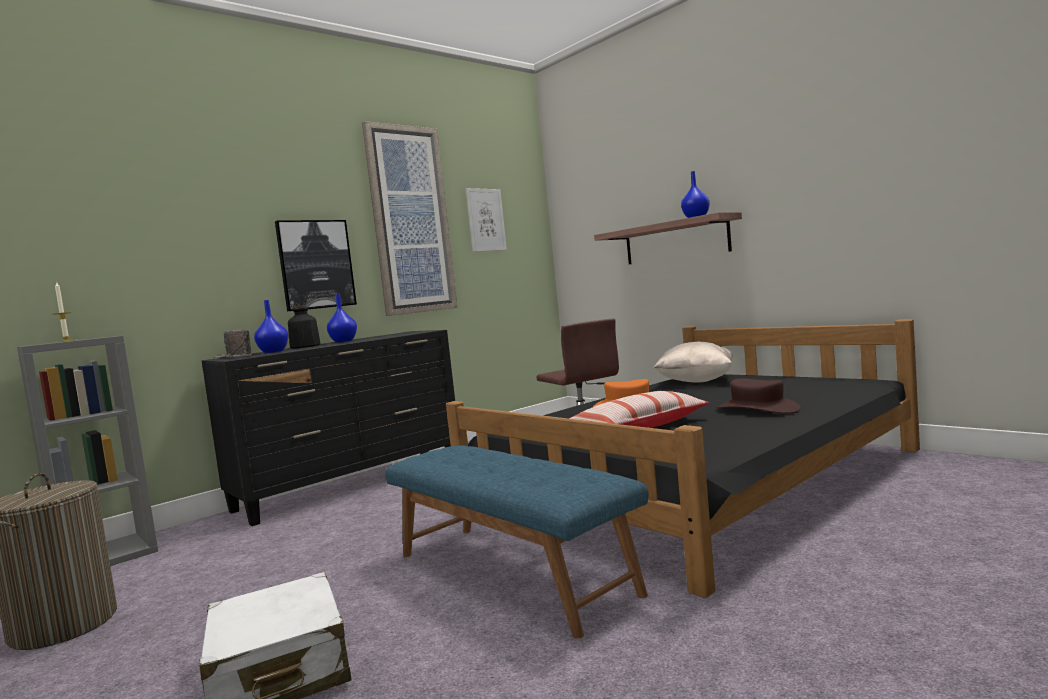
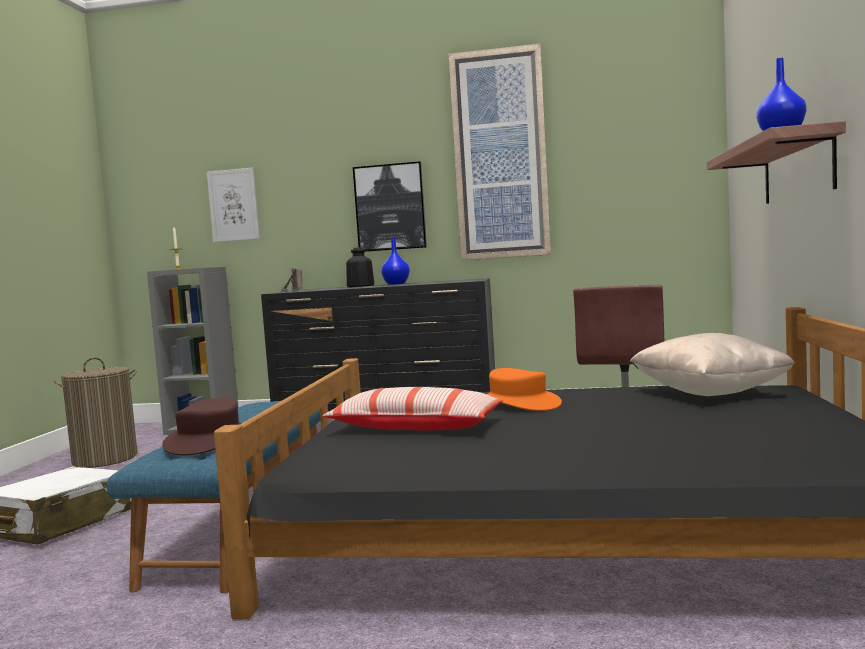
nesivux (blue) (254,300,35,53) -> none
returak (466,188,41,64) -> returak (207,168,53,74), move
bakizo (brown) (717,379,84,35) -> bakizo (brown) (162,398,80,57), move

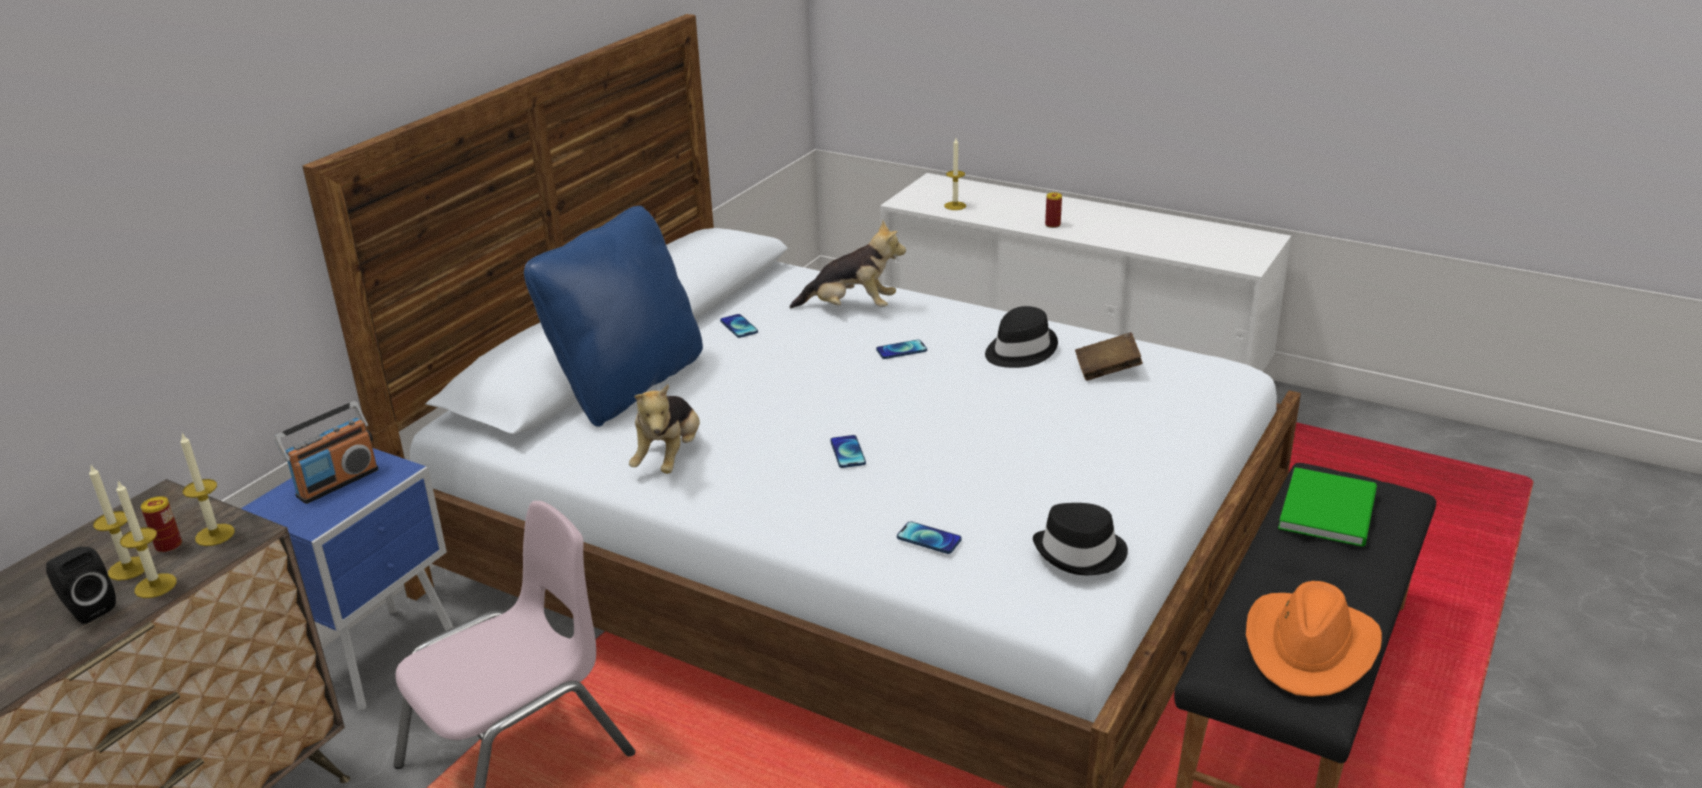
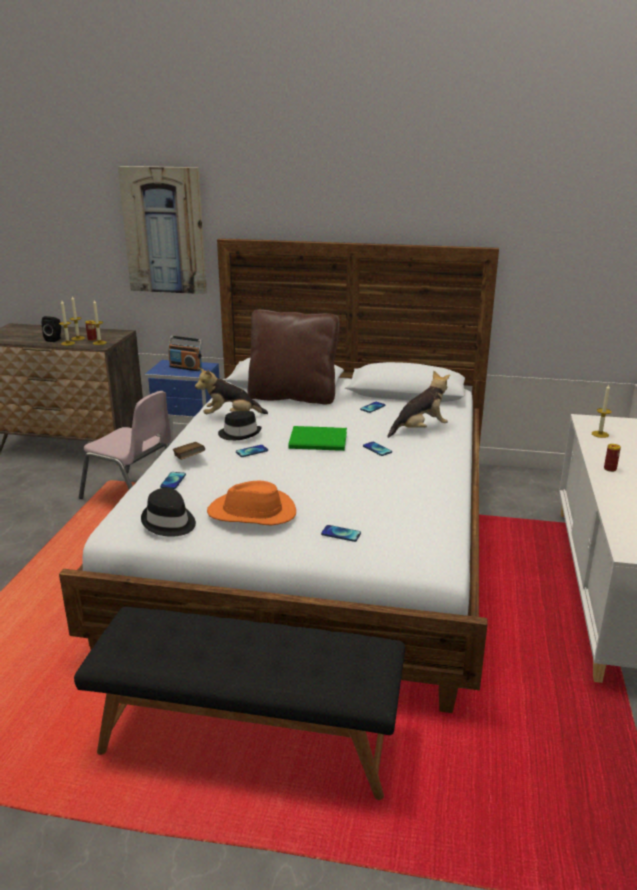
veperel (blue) (524,206,179,221) -> veperel (brown) (248,309,92,95)
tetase (790,220,116,88) -> tetase (387,371,63,67), 105 degrees counterclockwise
bakizo (black) (985,306,73,62) -> bakizo (black) (218,411,44,29), move
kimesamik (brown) (1075,332,68,49) -> kimesamik (brown) (172,442,33,18), move
bakizo (orange) (1246,581,136,116) -> bakizo (orange) (207,481,89,45), move
kimesamik (green) (1278,467,99,80) -> kimesamik (green) (288,426,59,25), move
none -> returak (118,166,89,128)
none -> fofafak (321,525,40,17)

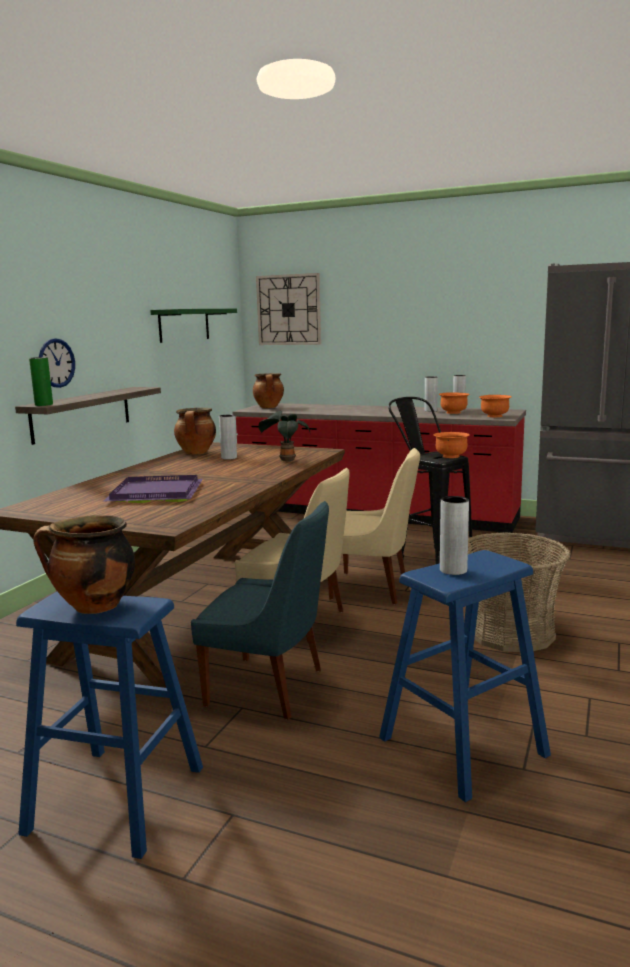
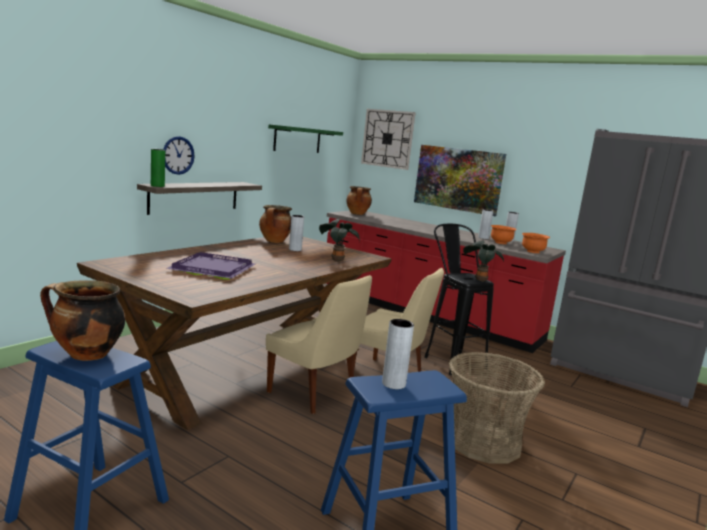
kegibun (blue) (191,501,138,219) -> none
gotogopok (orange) (433,432,37,26) -> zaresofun (463,241,41,41)
none -> returak (414,145,92,71)

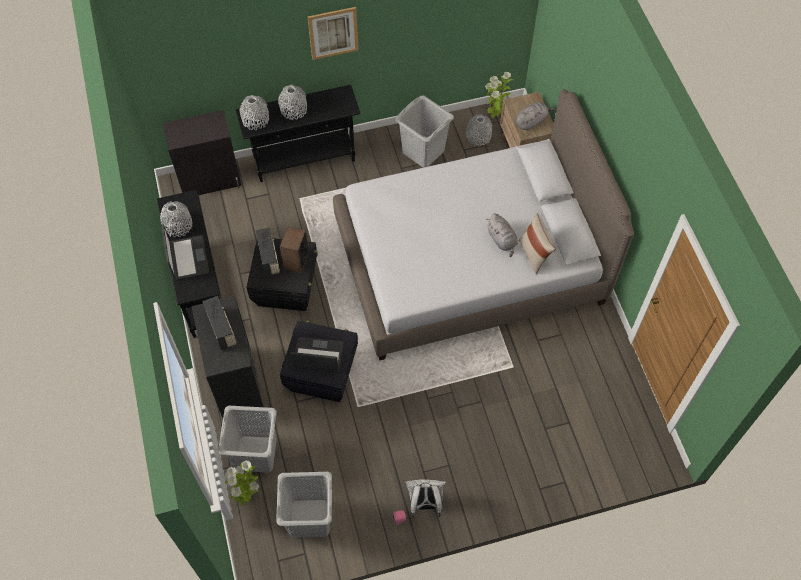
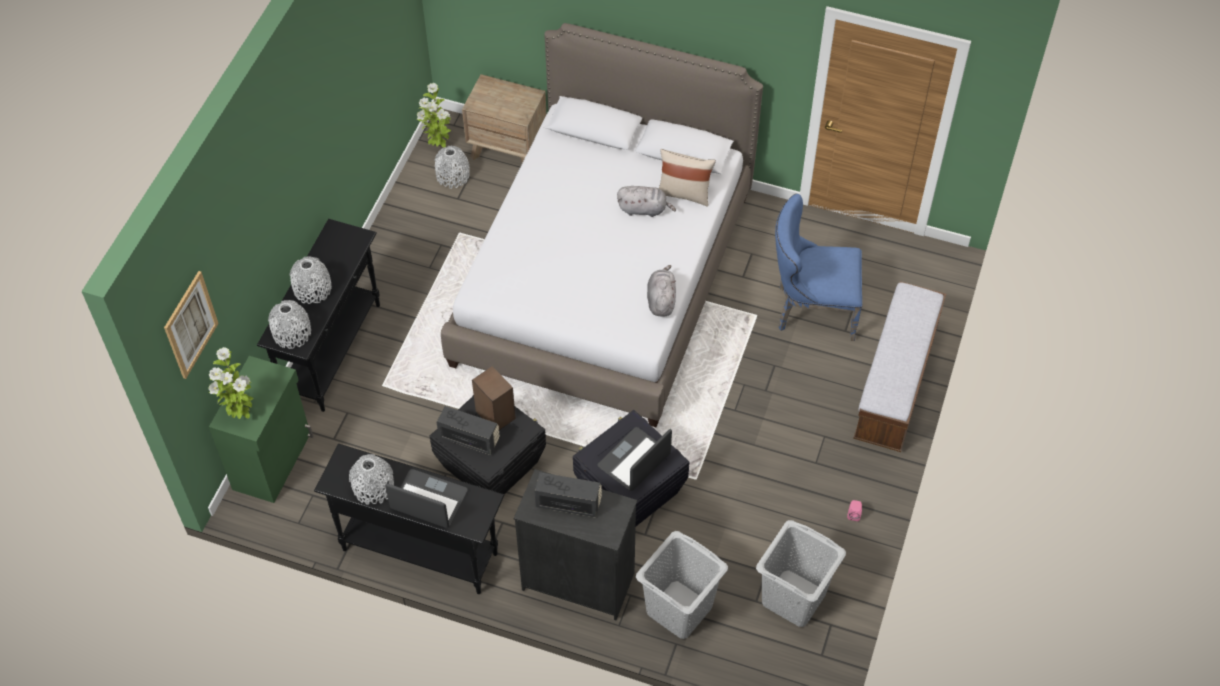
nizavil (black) (163,110,78,85) -> nizavil (green) (209,356,104,147)
zaresofun (224,460,35,46) -> zaresofun (208,347,46,72), move
returak (308,7,51,53) -> returak (164,271,55,108), move
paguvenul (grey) (395,95,59,73) -> none
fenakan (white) (405,479,41,38) -> none
tetase (grey) (515,102,40,29) -> tetase (grey) (647,265,29,52), move
none -> kegibun (blue) (775,194,87,147)
none -> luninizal (853,281,93,171)

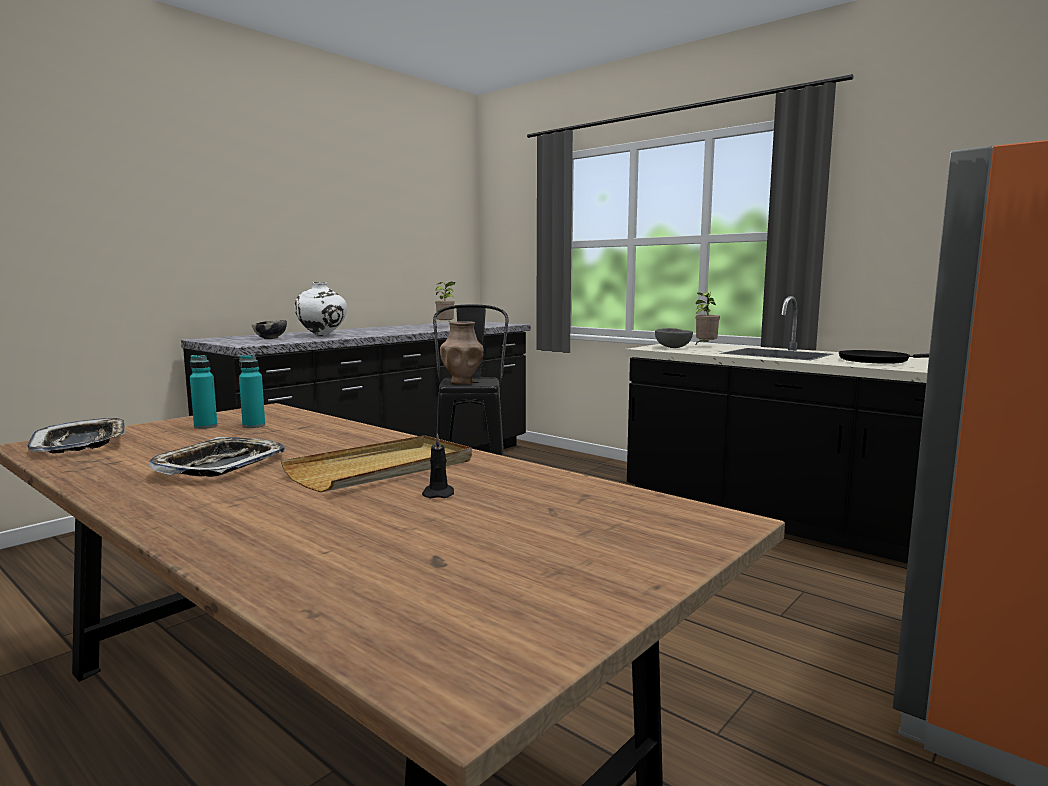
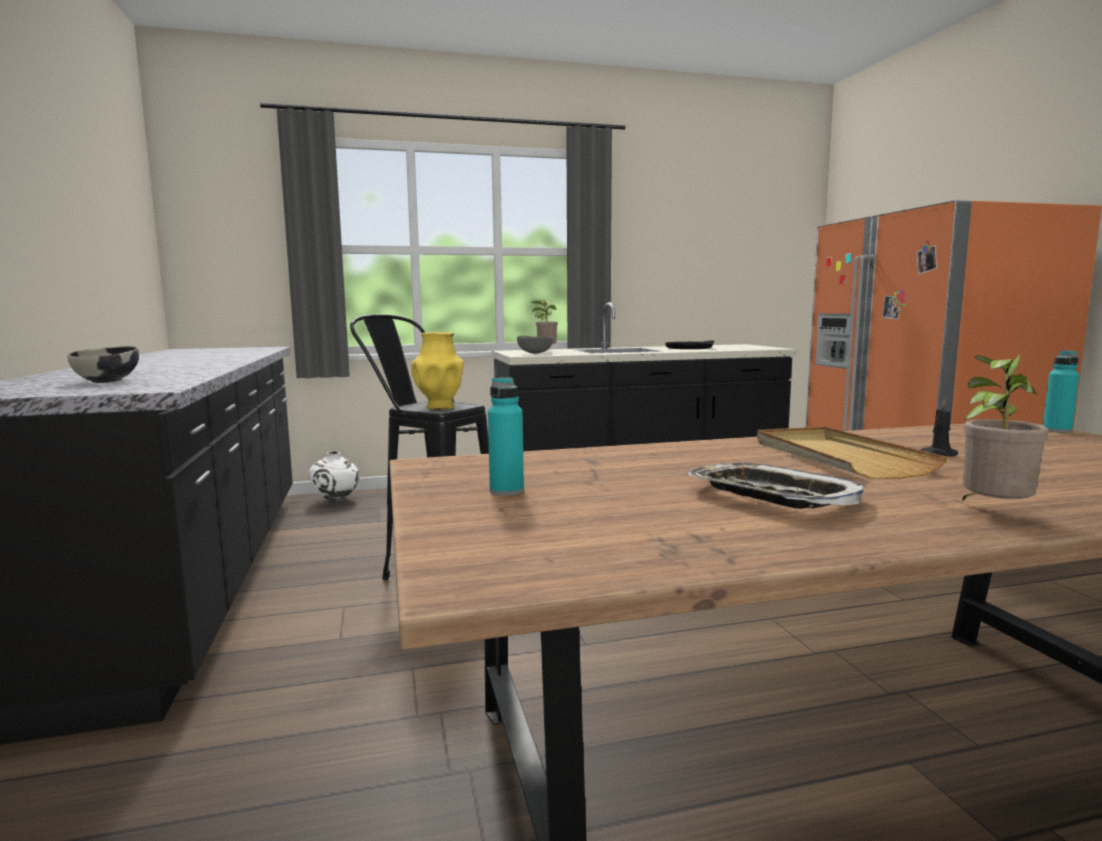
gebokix (28,418,97,35) -> none
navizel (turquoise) (239,355,26,73) -> navizel (turquoise) (1043,350,36,83), move
nesivux (white) (294,282,53,54) -> nesivux (white) (309,451,50,51), move
zaresofun (435,282,21,40) -> zaresofun (962,354,87,148), move
nesivux (brown) (440,321,44,64) -> nesivux (yellow) (411,332,53,78)

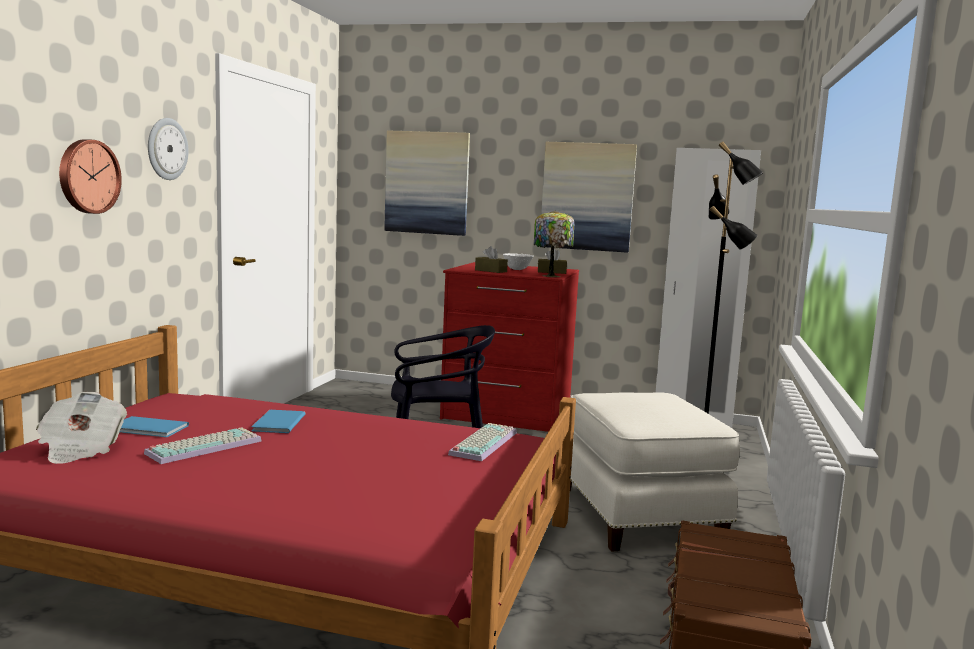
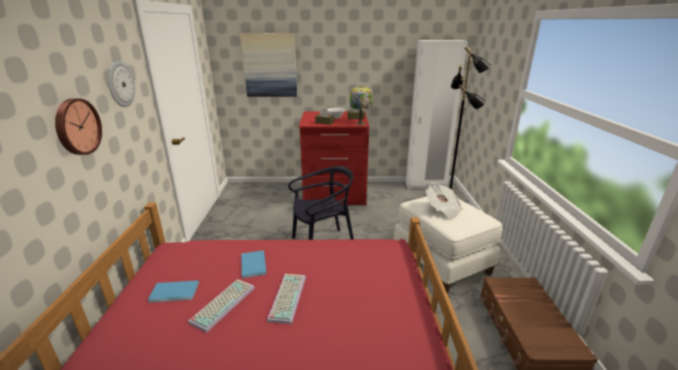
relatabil (36,392,91,72) -> relatabil (426,183,37,36), move
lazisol (448,423,69,38) -> lazisol (267,274,39,50), move
returak (541,142,96,111) -> none

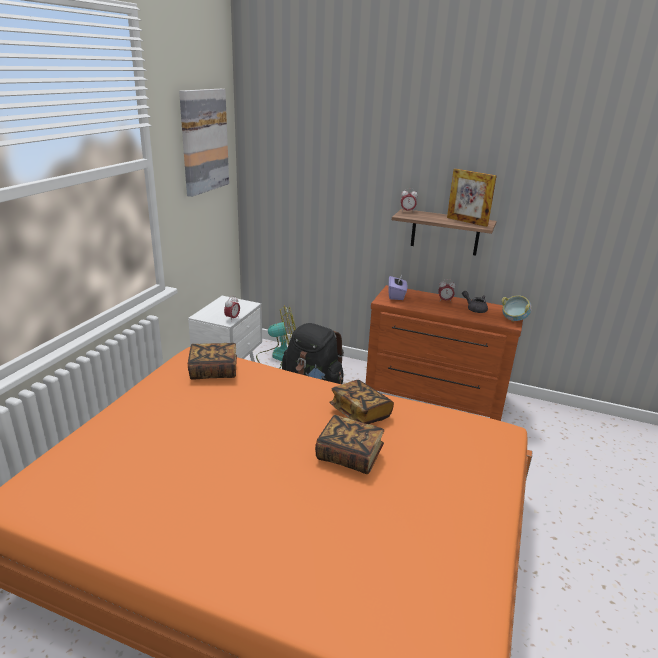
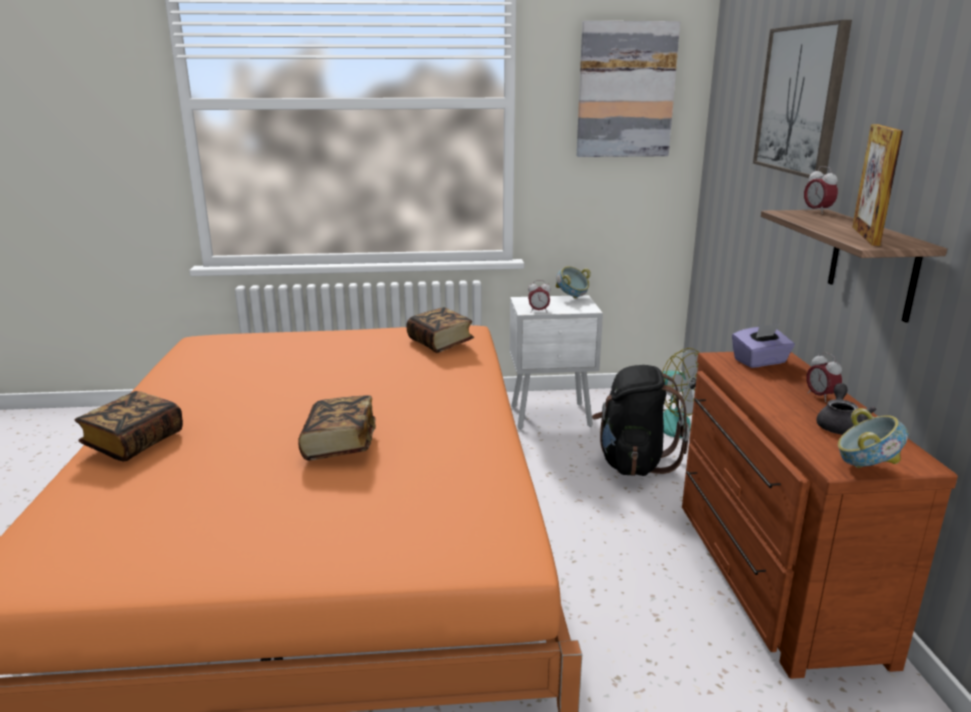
kimesamik (330,380,64,44) -> kimesamik (75,391,108,70), move
none -> gotogopok (556,266,35,33)
none -> returak (753,20,99,158)

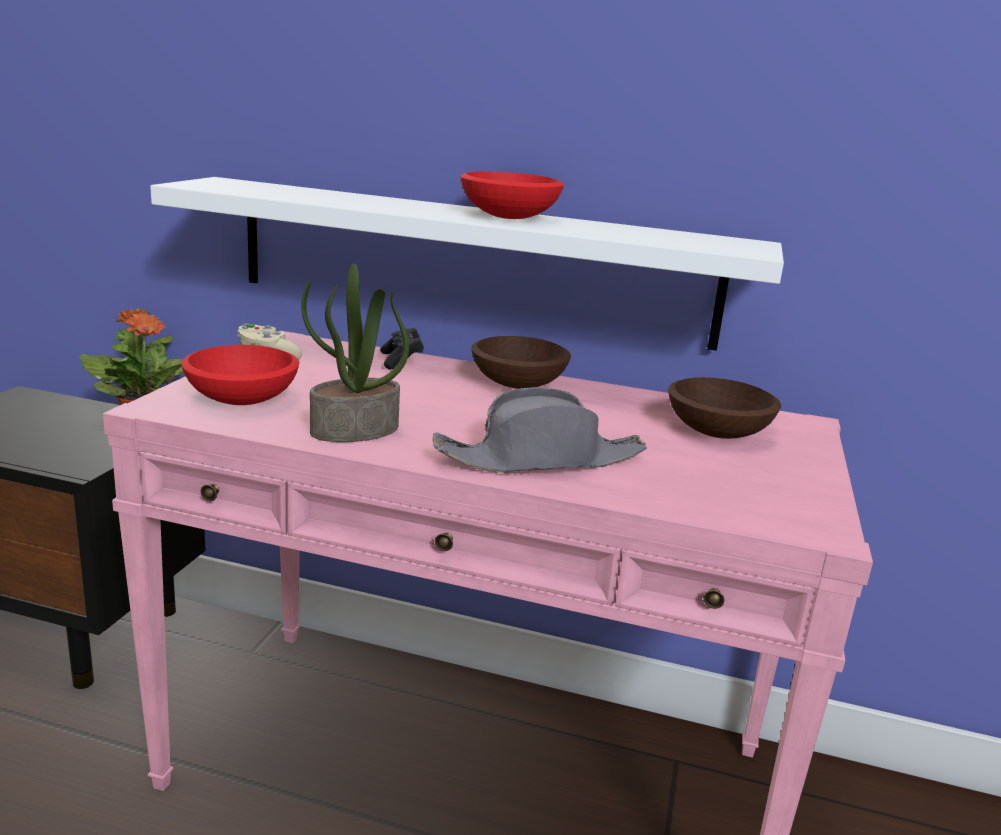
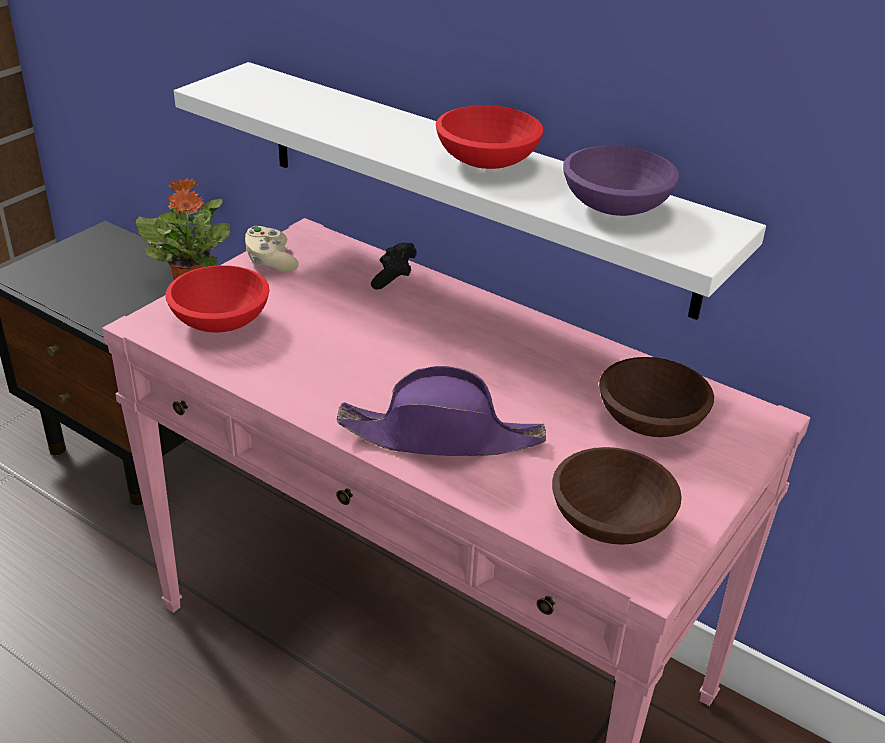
zaresofun (301,264,108,178) -> none
bakizo (grey) (432,387,215,86) -> bakizo (purple) (337,366,209,90)
gotogopok (brown) (471,336,100,53) -> gotogopok (brown) (552,447,130,98), move
none -> gotogopok (purple) (563,146,117,70)

